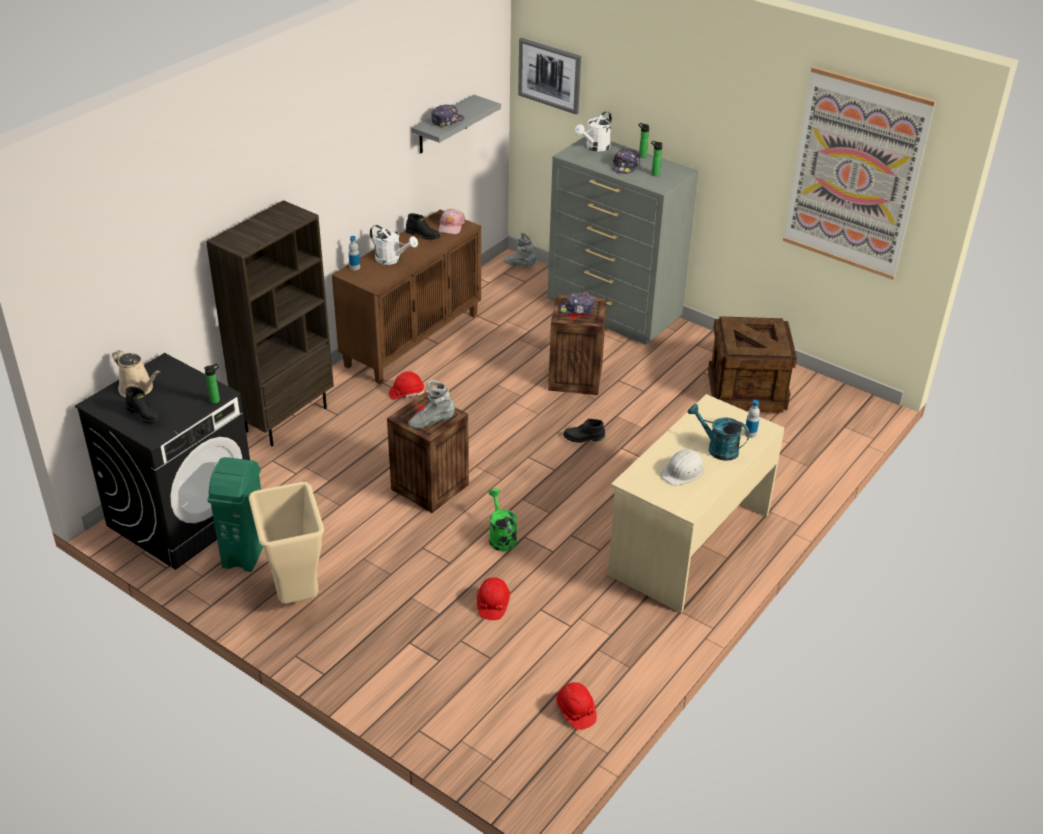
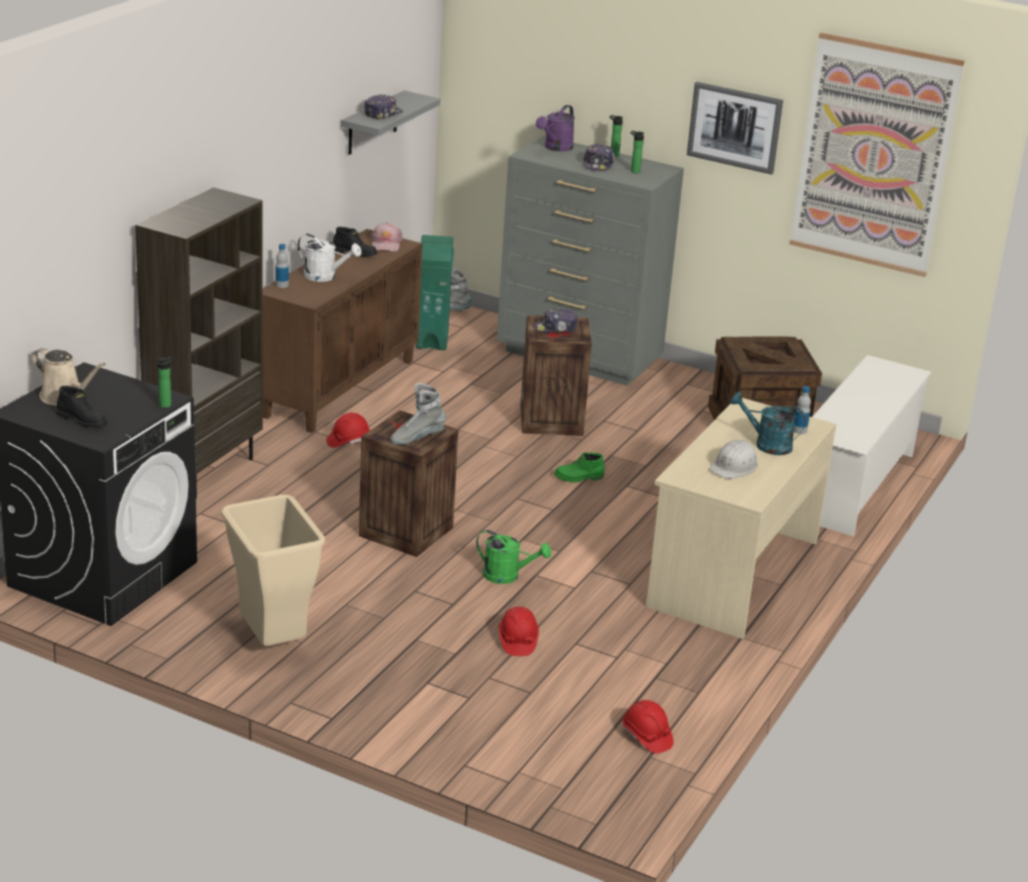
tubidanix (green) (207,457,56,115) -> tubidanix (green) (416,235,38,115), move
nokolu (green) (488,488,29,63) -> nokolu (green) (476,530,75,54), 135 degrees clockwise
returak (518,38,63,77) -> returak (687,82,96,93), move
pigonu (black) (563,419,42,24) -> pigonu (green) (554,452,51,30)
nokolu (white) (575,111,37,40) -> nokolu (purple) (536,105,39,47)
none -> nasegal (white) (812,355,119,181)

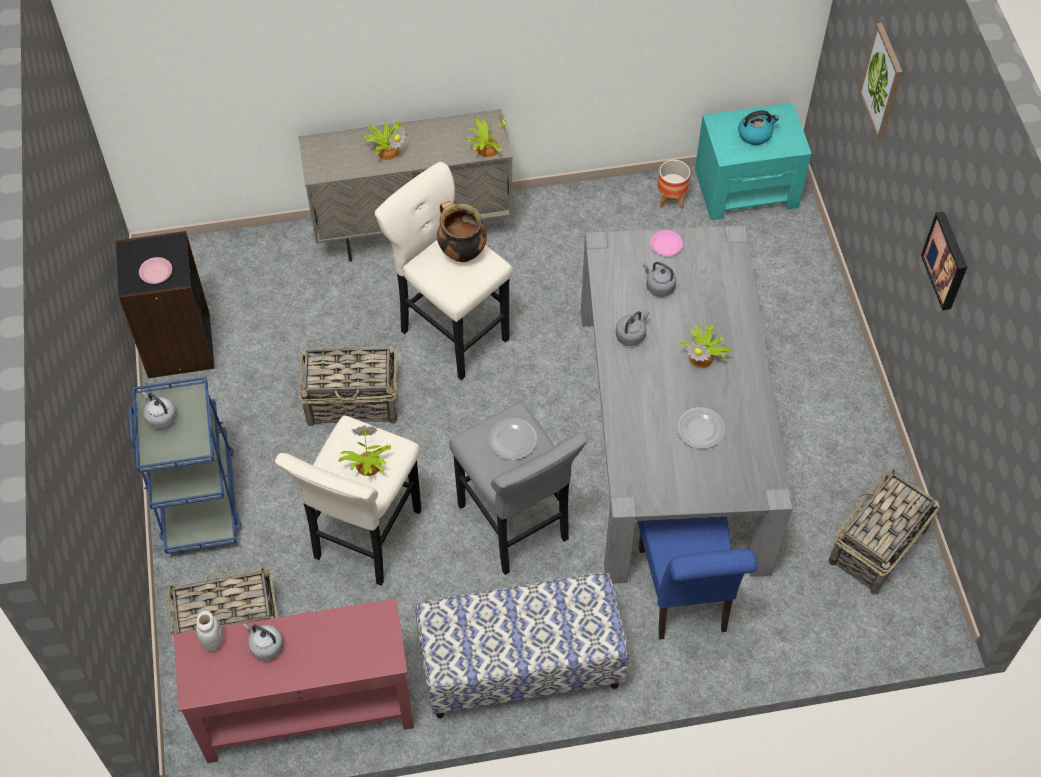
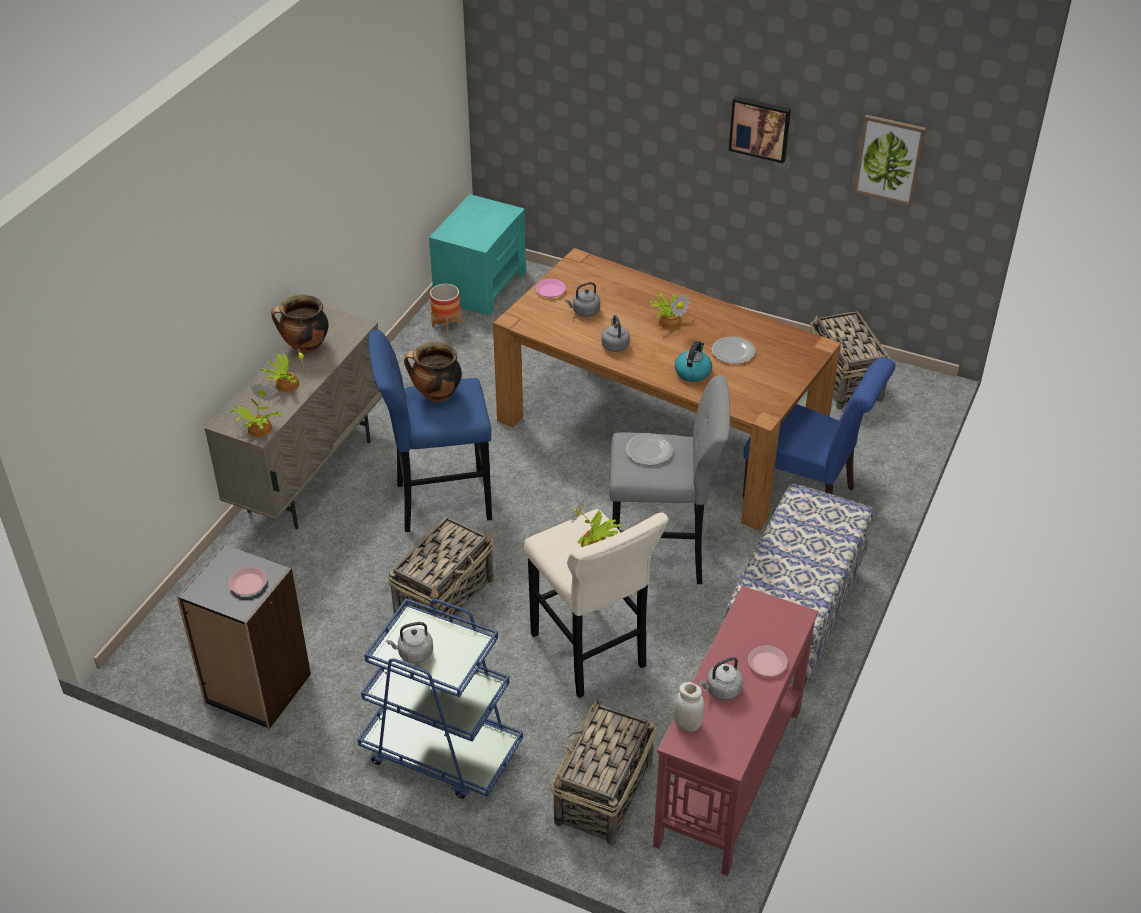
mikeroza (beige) (375,162,138,218) -> mikeroza (blue) (369,330,123,202)
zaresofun (465,114,41,43) -> zaresofun (230,384,52,53), move
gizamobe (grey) (581,225,211,359) -> gizamobe (brown) (493,248,348,283)
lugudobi (738,110,41,35) -> lugudobi (675,341,37,41), move
returak (859,23,44,116) -> returak (854,115,72,91), move
none -> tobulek (271,294,57,59)
none -> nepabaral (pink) (748,645,40,31)

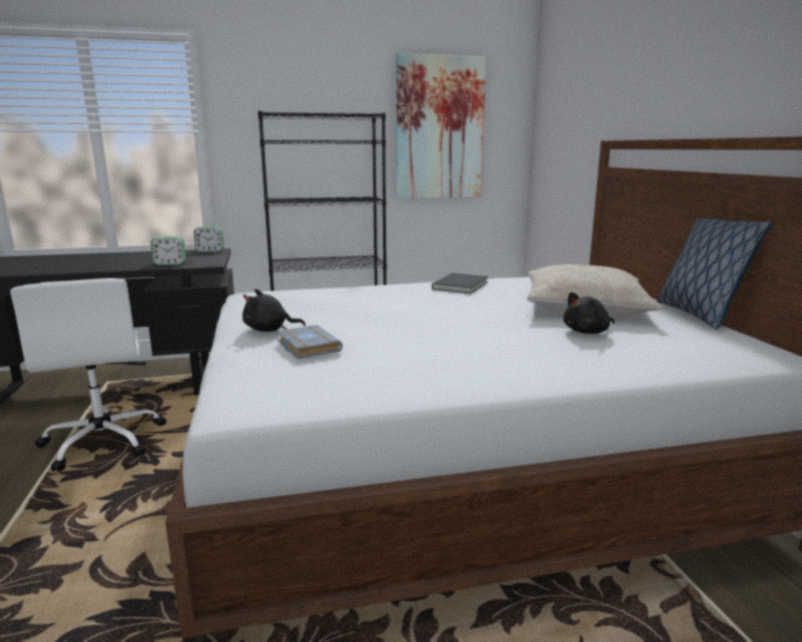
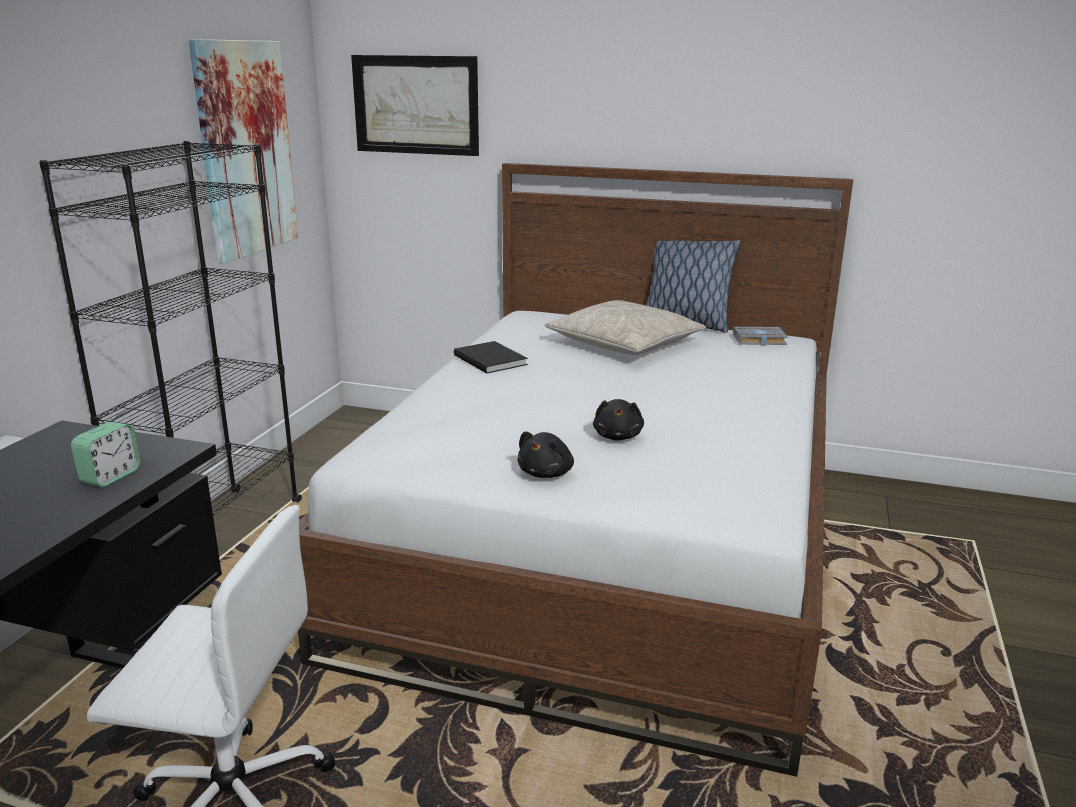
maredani (194,226,30,26) -> none
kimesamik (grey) (277,325,66,34) -> kimesamik (grey) (733,327,55,19), move
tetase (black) (563,292,51,42) -> tetase (black) (593,399,51,41), move
none -> returak (351,55,128,101)

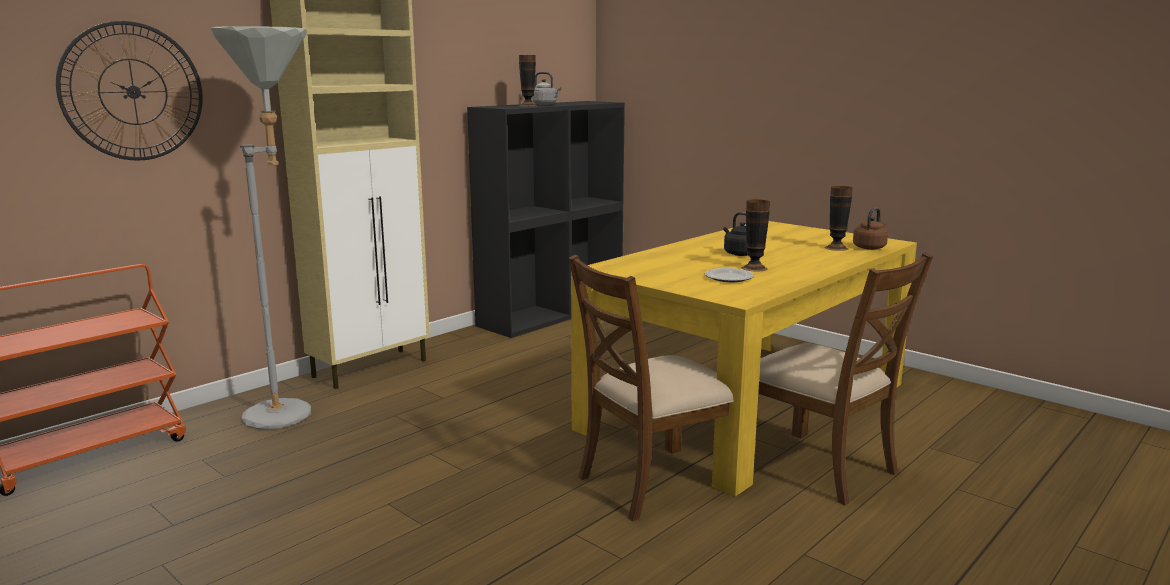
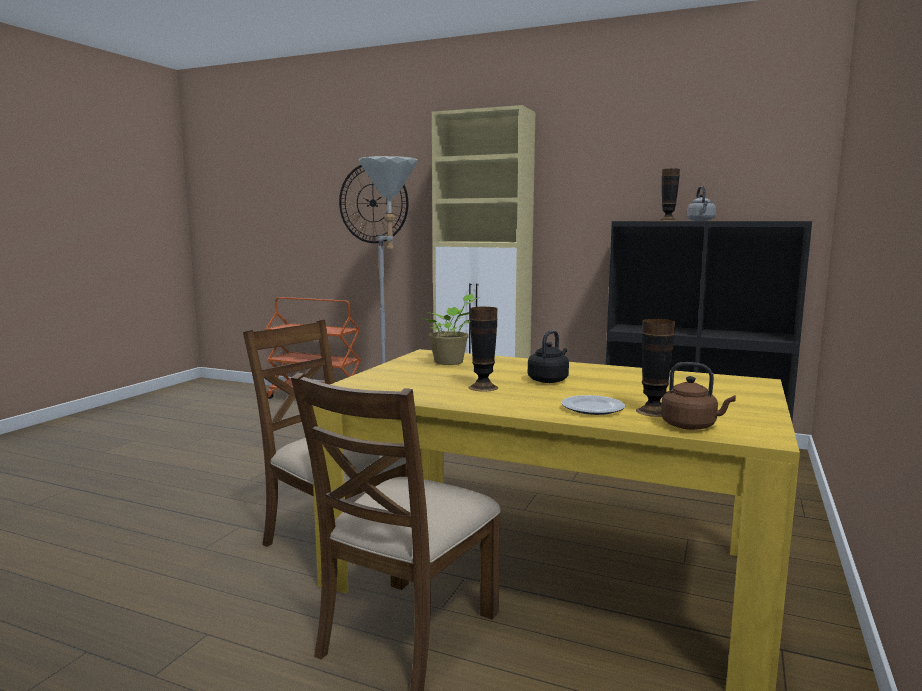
nepabaral (704,268,50,14) -> nepabaral (562,395,63,20), move
none -> zaresofun (420,294,60,71)

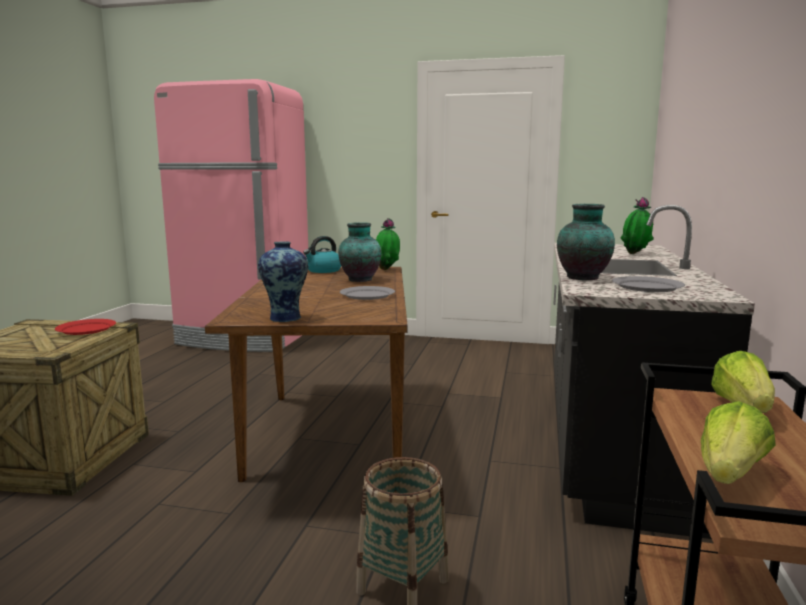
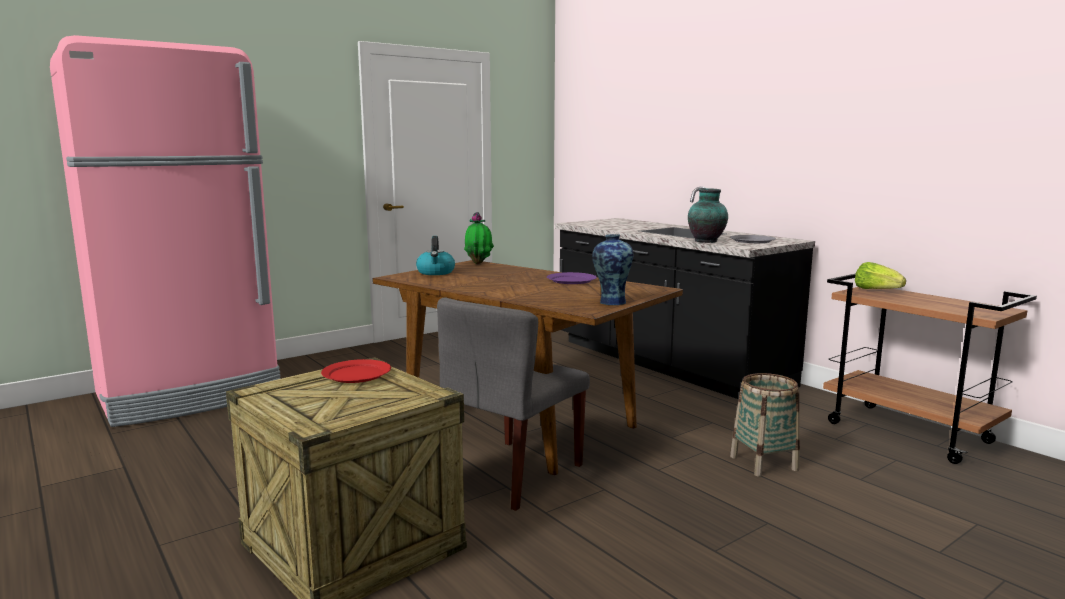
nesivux (338,222,43,60) -> none
nepabaral (grey) (340,286,55,14) -> nepabaral (purple) (547,272,50,12)
zaresofun (620,197,34,57) -> none
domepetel (701,401,75,83) -> none
none -> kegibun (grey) (437,298,153,213)

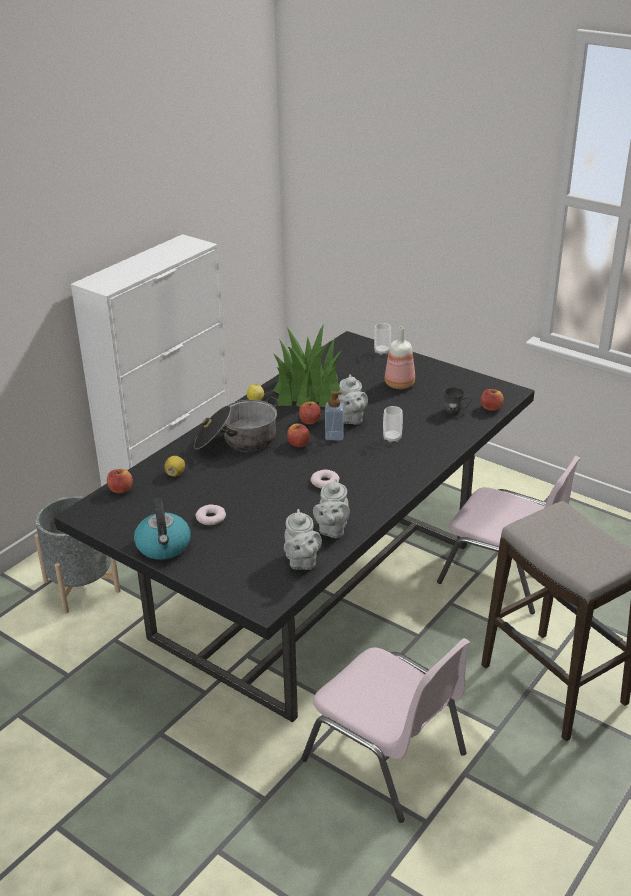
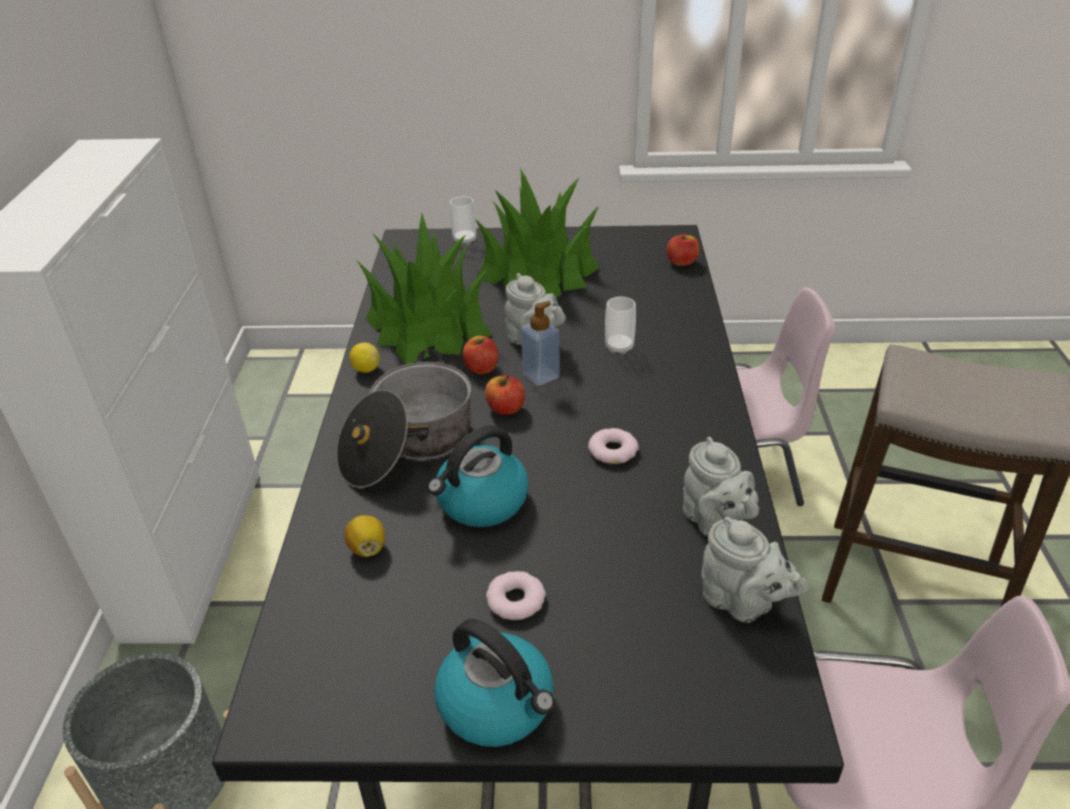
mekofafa (107,469,26,24) -> none
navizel (385,327,30,62) -> zaresofun (475,168,124,130)
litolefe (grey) (443,387,29,28) -> none
none -> lugudobi (428,425,101,102)

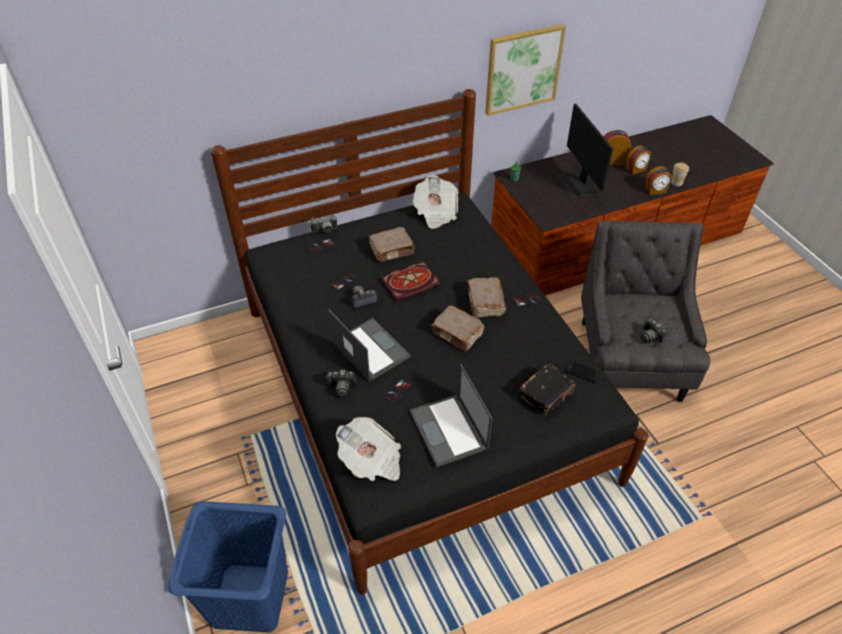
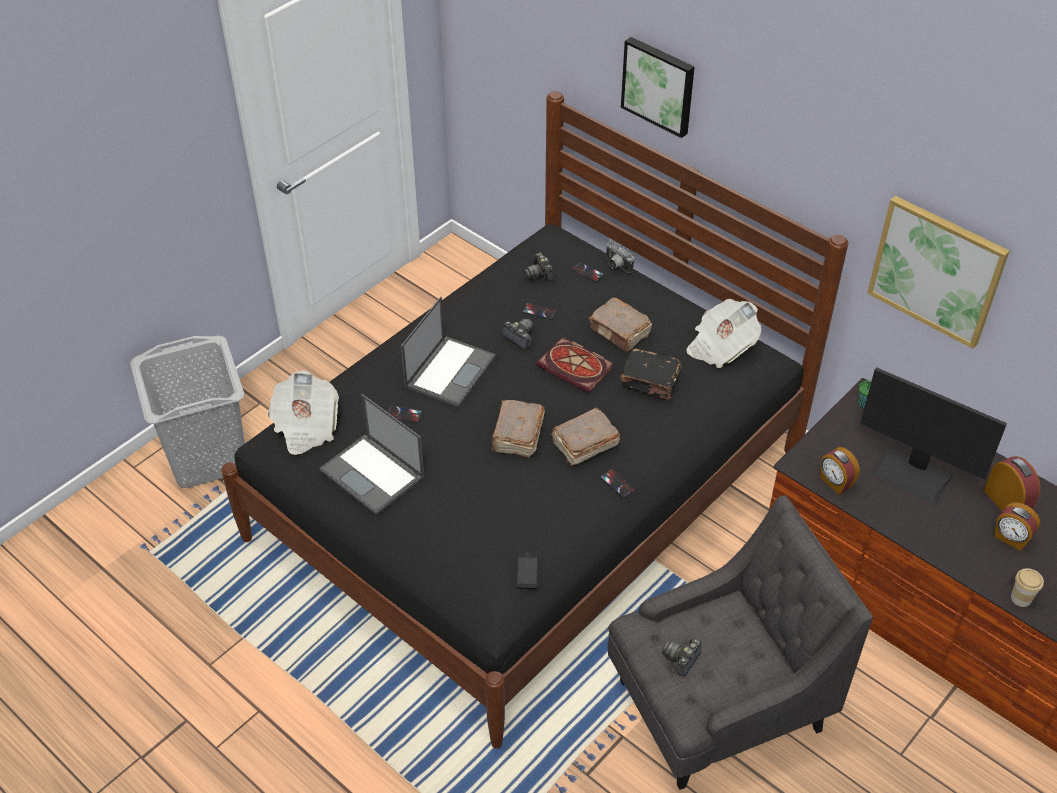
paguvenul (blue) (167,501,121,132) -> paguvenul (grey) (130,335,115,153)
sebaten (326,370,30,27) -> sebaten (524,253,30,29), move
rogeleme (410,364,82,103) -> rogeleme (319,394,105,121), 90 degrees counterclockwise
kimesamik (black) (519,364,57,51) -> kimesamik (black) (620,349,62,52), move
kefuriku (555,104,58,94) -> kefuriku (860,367,147,137), 105 degrees counterclockwise
maredani (646,166,26,29) -> maredani (820,447,40,48), move
none -> returak (621,37,74,101)

